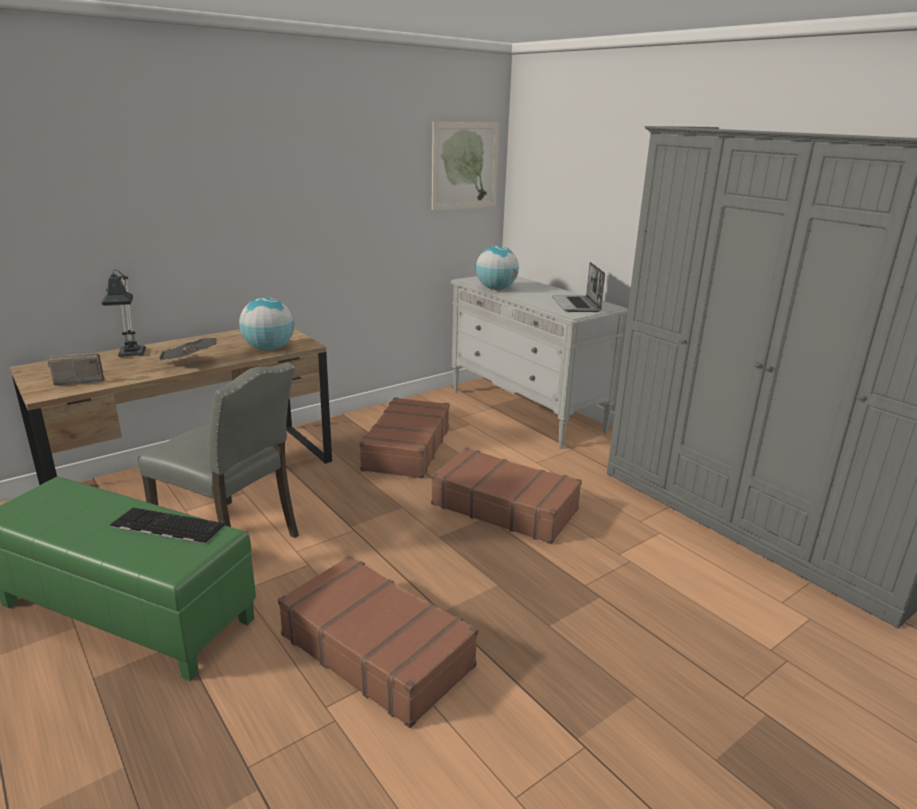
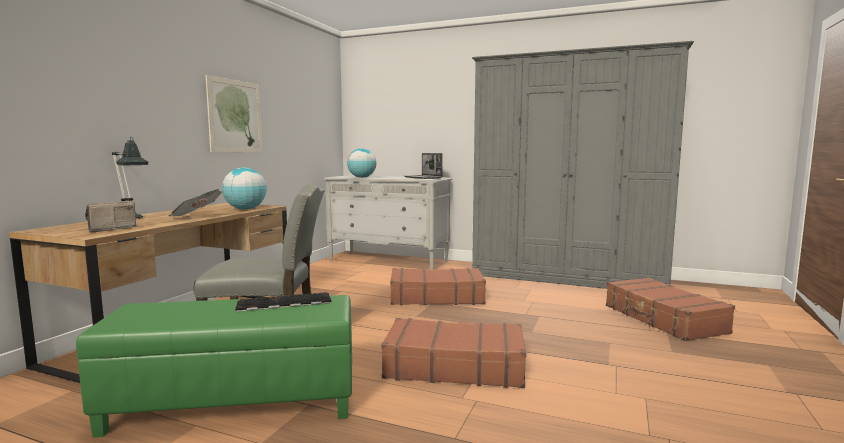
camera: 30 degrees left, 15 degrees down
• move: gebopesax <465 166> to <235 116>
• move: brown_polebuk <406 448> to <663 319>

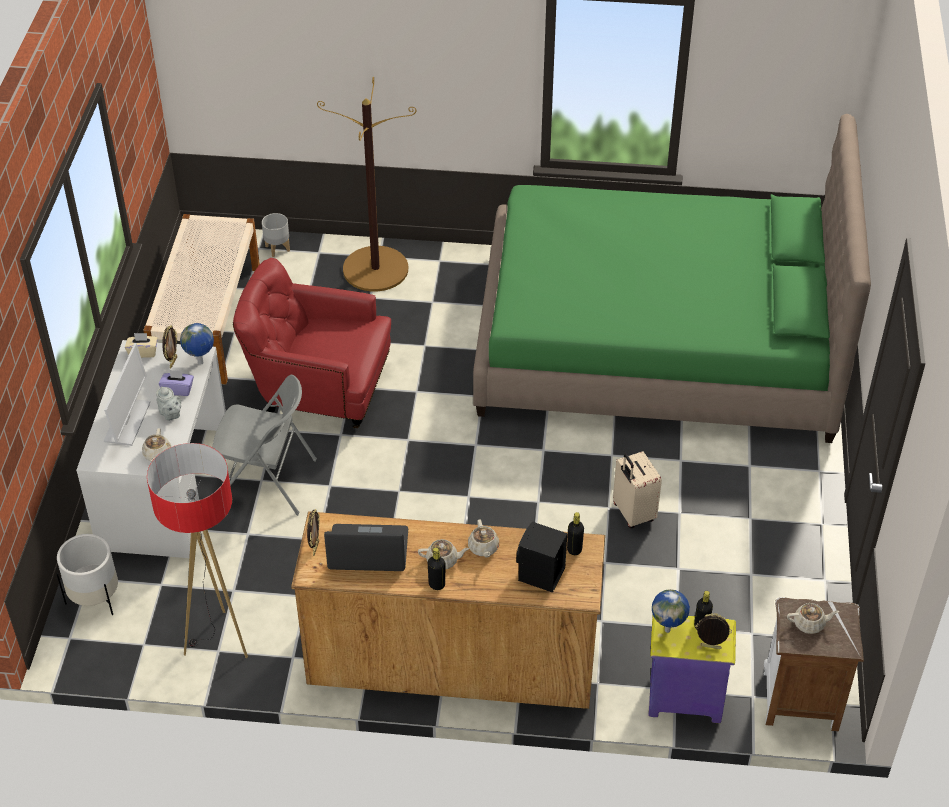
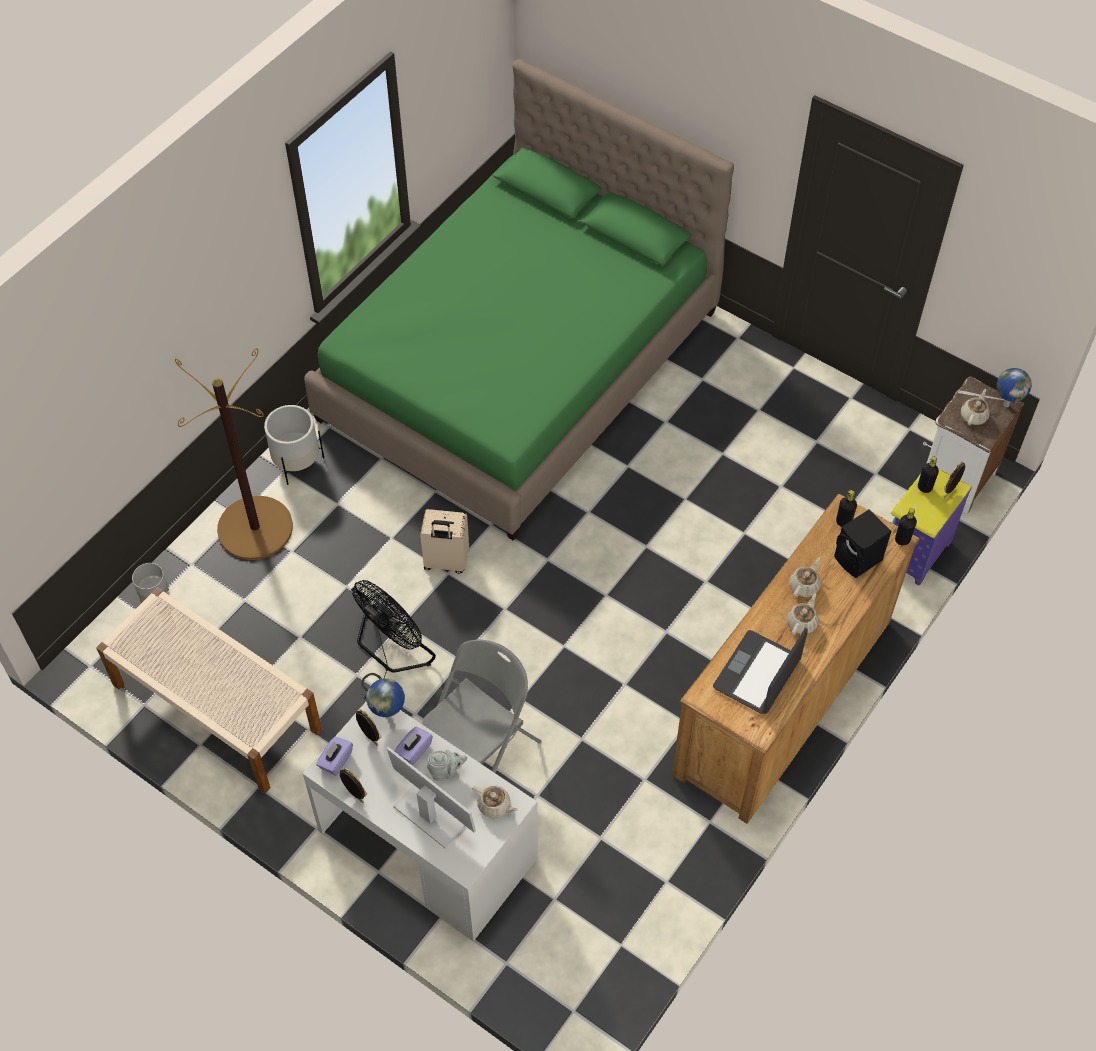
camera: 60 degrees left, 10 degrees up
• move: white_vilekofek <95 597> to <297 463>
• recolor: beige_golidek <143 352> to purple_golidek <335 761>
• move: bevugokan <315 548> to <355 797>
• replace: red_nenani <318 389> to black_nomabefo <386 652>
• move: beige_polebuk <632 513> to <446 562>
• rotate: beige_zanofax <483 548> = <804 585> 75 degrees counterclockwise
• move: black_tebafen <437 584> to <902 540>
• move: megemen <668 629> to <1006 404>
• delete: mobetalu <218 641>

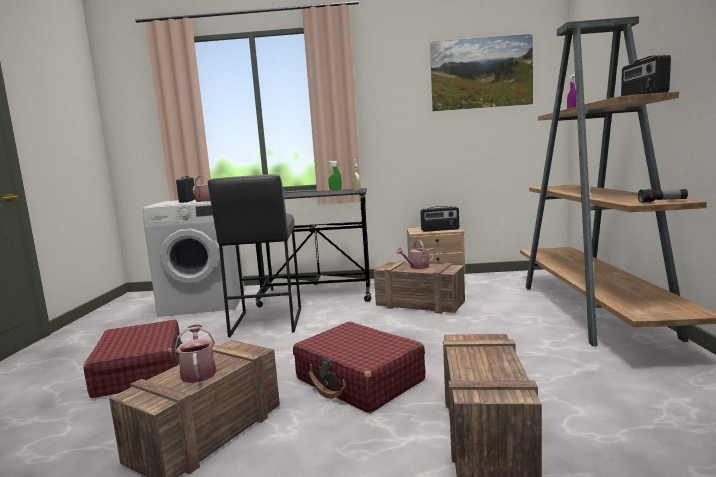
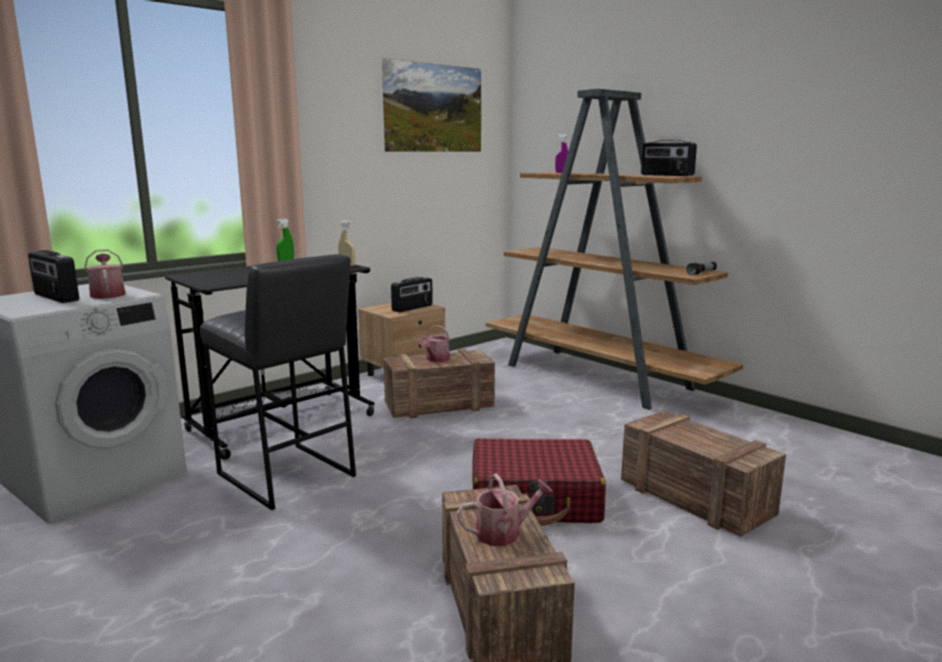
camera: 45 degrees left, 5 degrees up
• rotate: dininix <198 372> = <504 533> 135 degrees clockwise
• delete: red_polebuk <141 371>

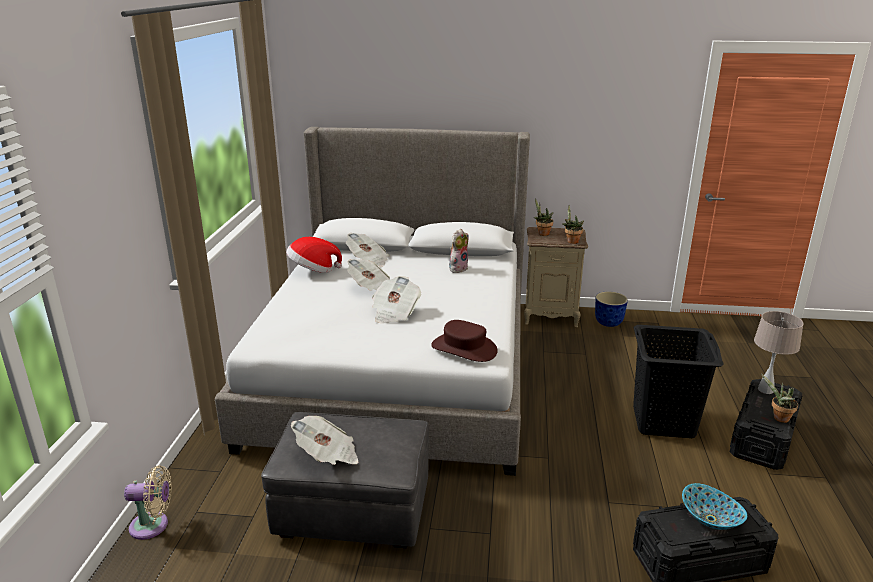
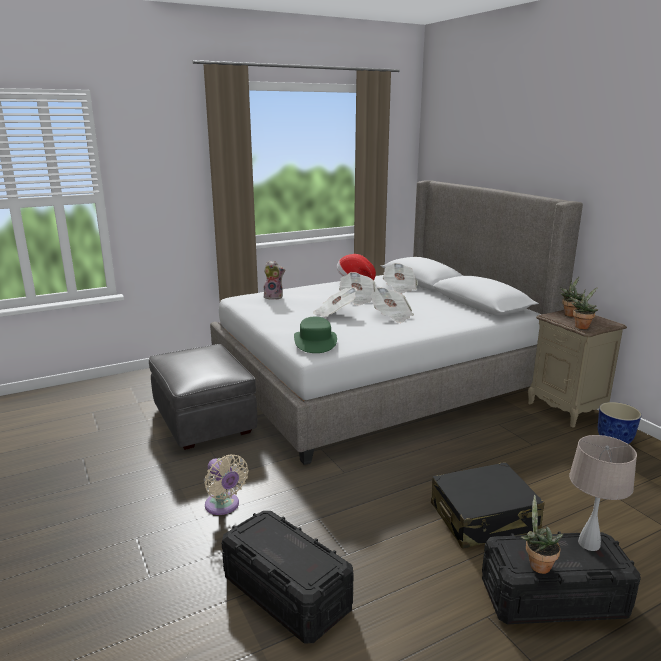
camera: 55 degrees right, 5 degrees down
• move: beige_nomabefo <153 525> to <224 506>
• move: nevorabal <458 268> to <274 297>
• recolor: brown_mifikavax <464 348> to green_mifikavax <315 342>
• move: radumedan <327 455> to <391 316>
• replace: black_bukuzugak <662 421> to black_polebuk <484 518>
• delete: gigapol <710 520>

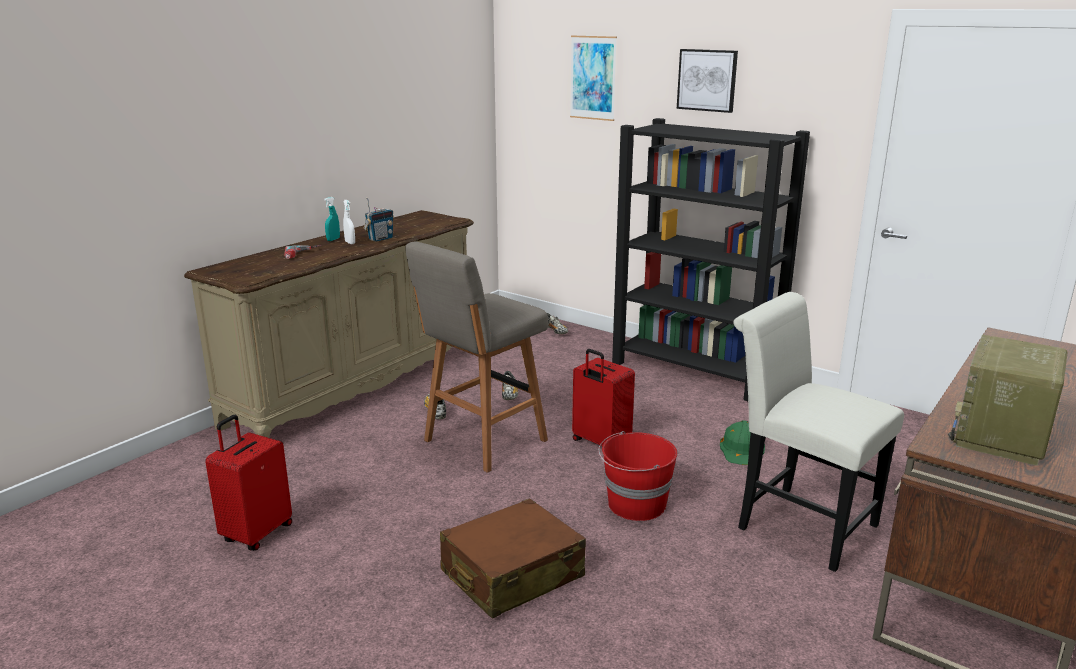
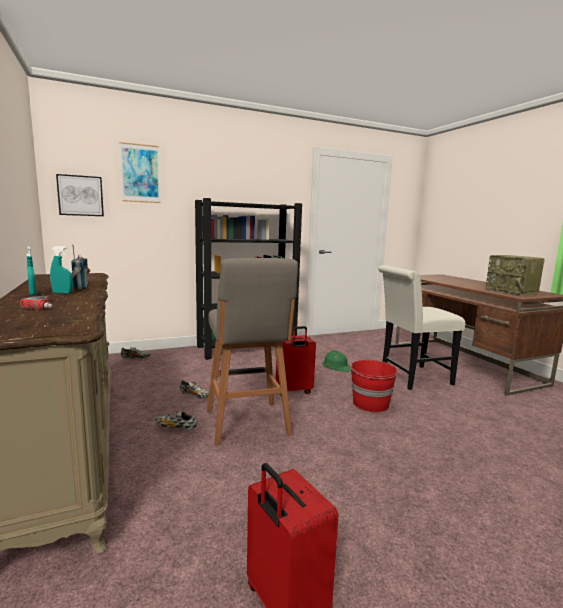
camera: 60 degrees left, 10 degrees down
• recolor: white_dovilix <350 243> to turquoise_dovilix <62 293>
• move: gebopesax <707 80> to <80 195>
• delete: brown_polebuk <511 574>

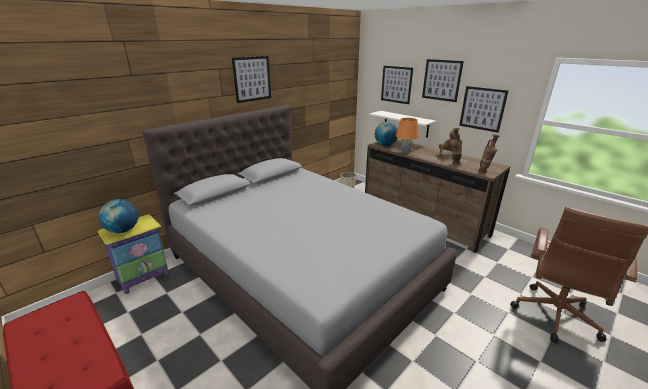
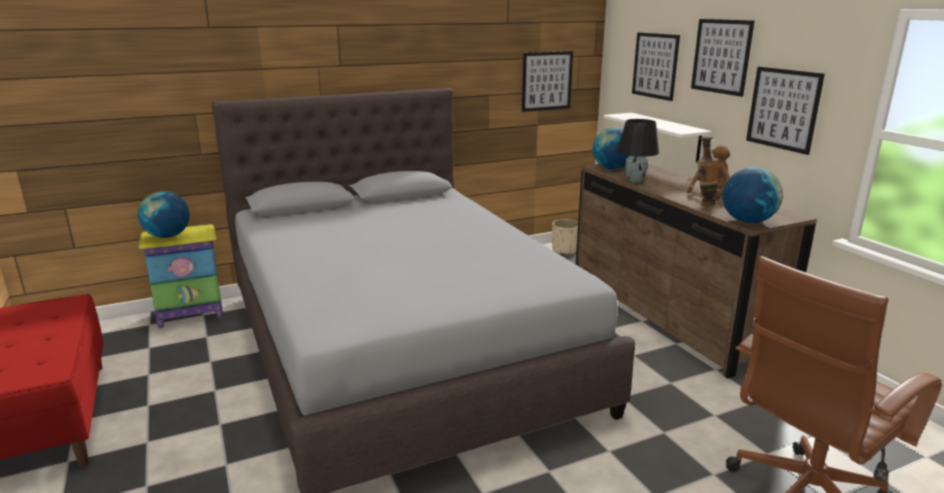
camera: 20 degrees right, 5 degrees down
• move: gebopesax <252 79> to <547 81>
• recolor: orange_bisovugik <405 152> to black_bisovugik <635 181>
• replace: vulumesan <484 172> to megemen <747 221>

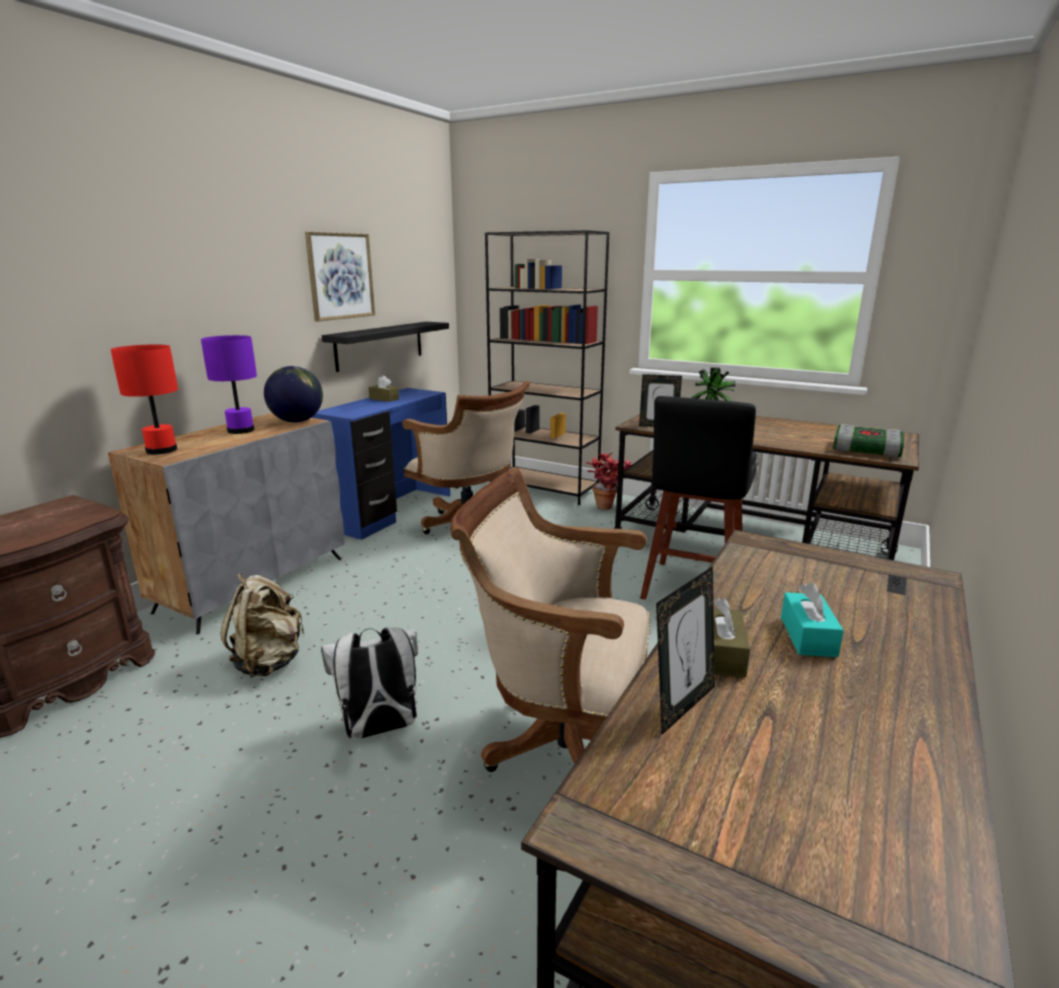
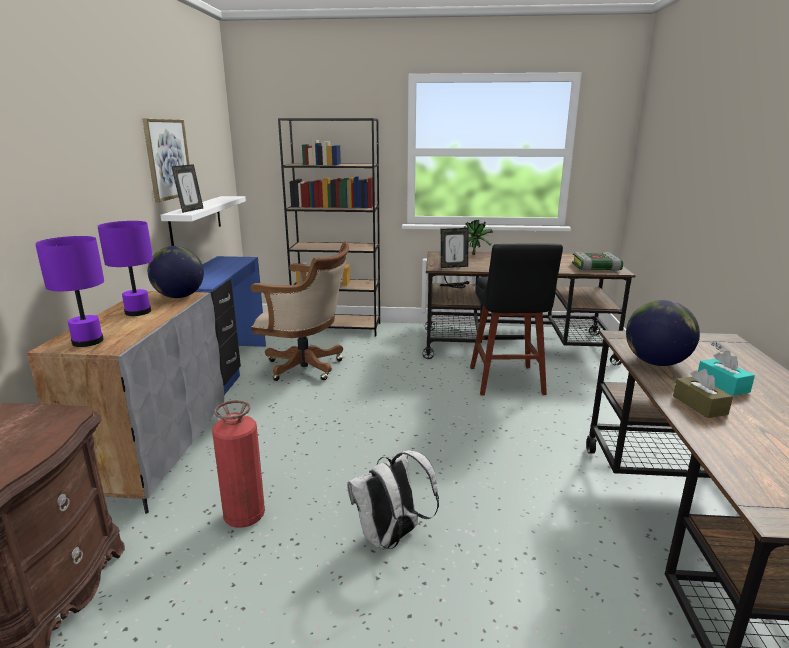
camera: 25 degrees left, 0 degrees up
• recolor: red_bisovugik <161 450> to purple_bisovugik <87 341>
• recolor: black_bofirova <380 345> to white_bofirova <196 220>
• move: bevugokan <682 705> to <191 210>
• replace: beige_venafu <269 662> to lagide <244 516>
• insert: megemen <656 363>
• delete: brown_golidek <384 399>
• delete: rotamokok <557 745>
• delete: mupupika <609 509>

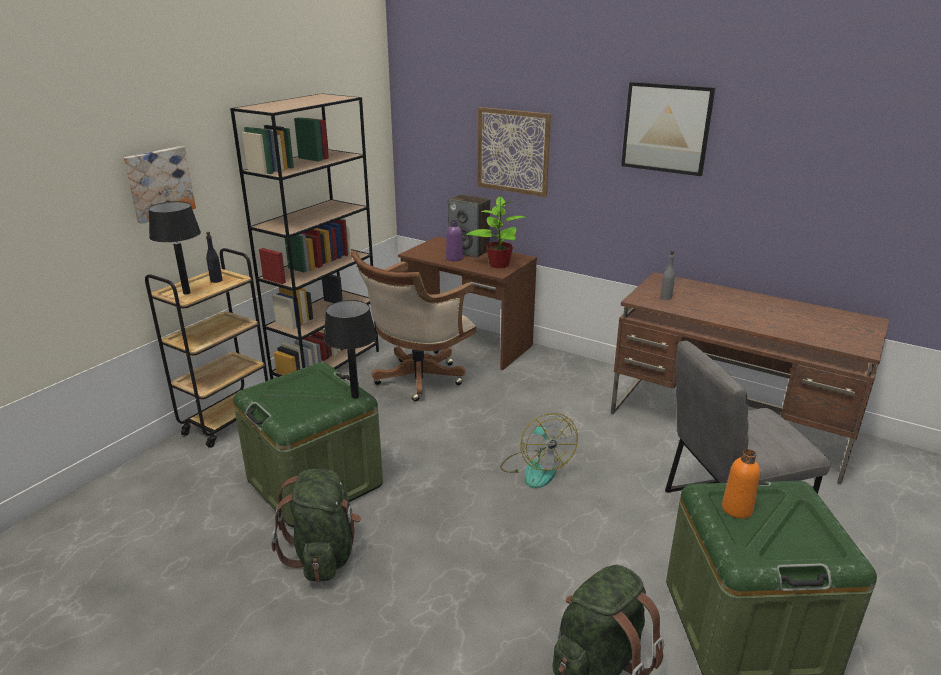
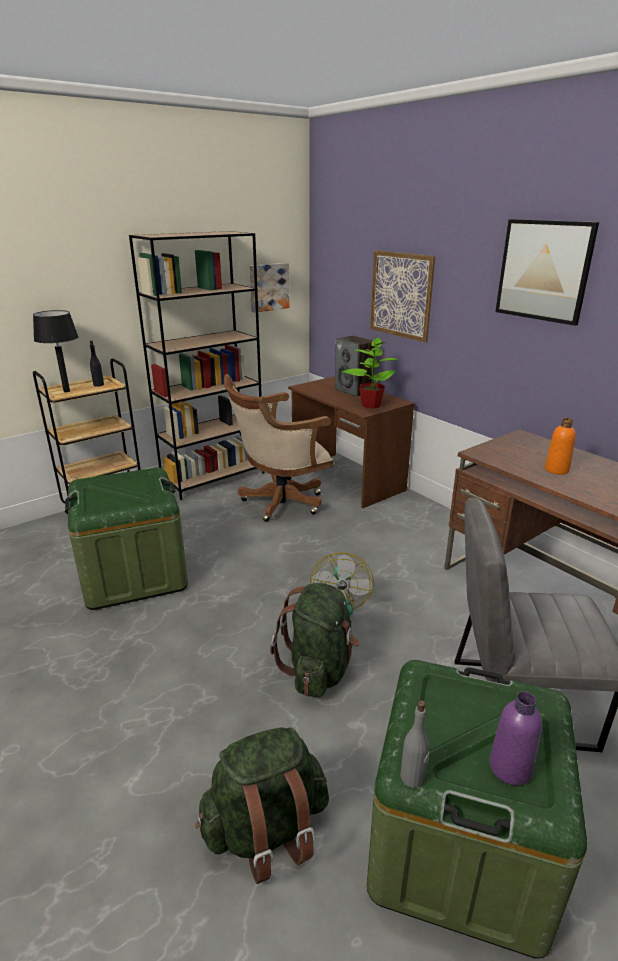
camera: 20 degrees right, 0 degrees up
• move: gebopesax <159 183> to <268 287>
• move: green_venafu <324 555> to <318 669>
• move: grey_tebafen <666 297> to <412 777>
• move: purple_tebafen <454 258> to <510 767>
• move: orange_tebafen <737 509> to <556 470>
• delete: black_bisovugik <355 396>

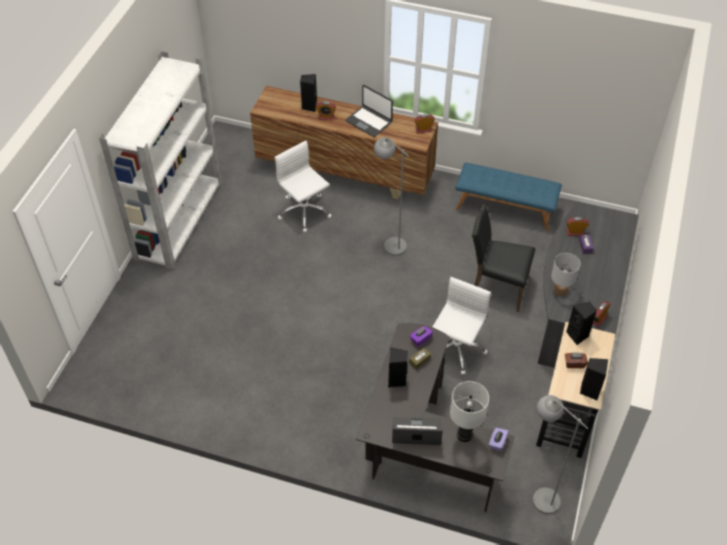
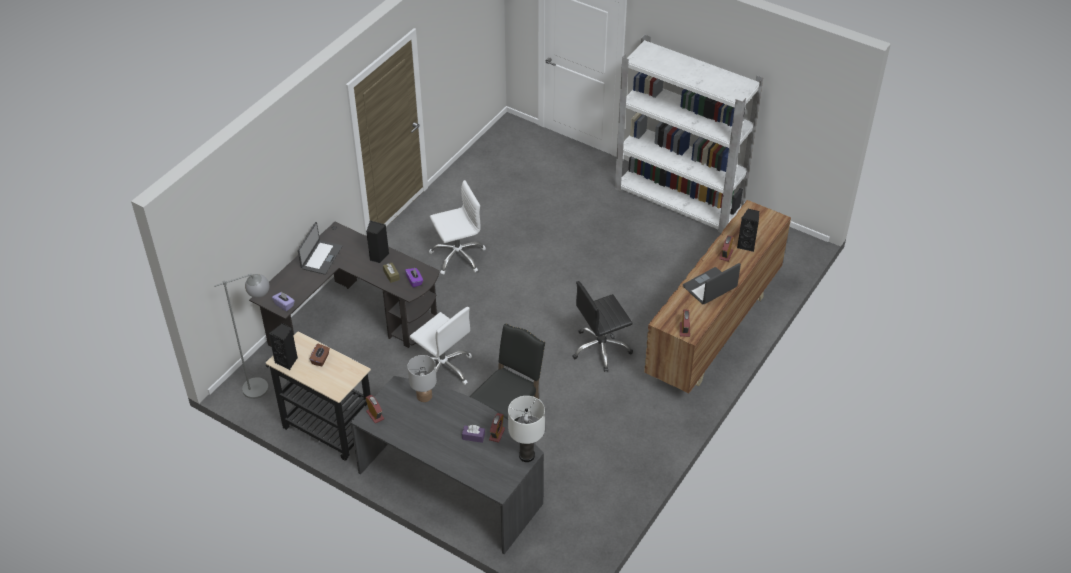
camera: 105 degrees right, 5 degrees down
• move: white_rotamokok <304 212> to <458 256>
• move: white_bisovugik <464 435> to <526 456>
• replace: grey_mobetalu <389 242> to black_rotamokok <601 349>
• delete: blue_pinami <505 208>
• delete: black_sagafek <578 335>

